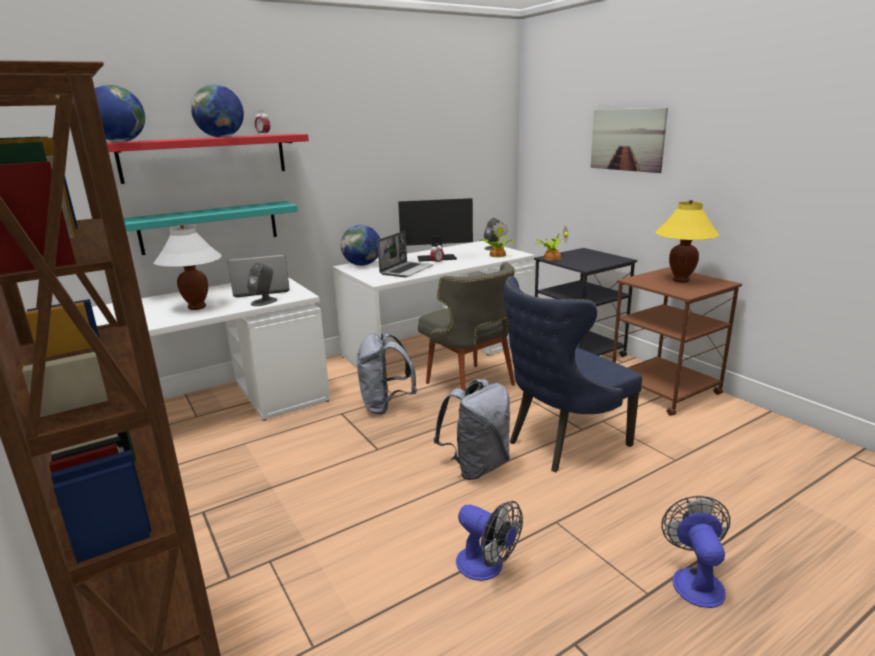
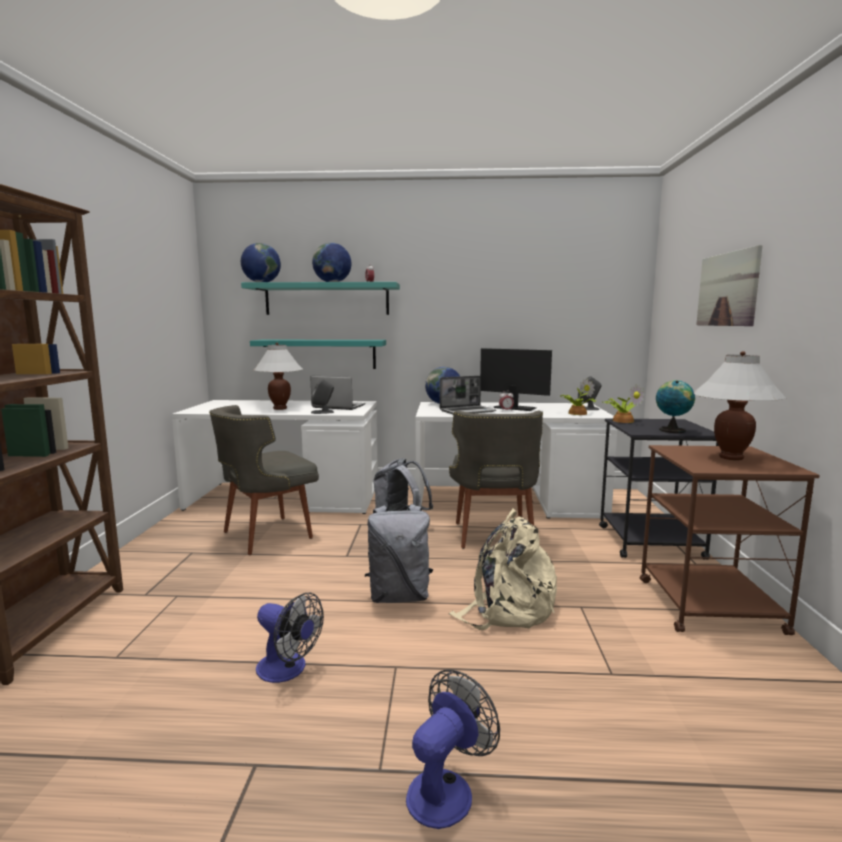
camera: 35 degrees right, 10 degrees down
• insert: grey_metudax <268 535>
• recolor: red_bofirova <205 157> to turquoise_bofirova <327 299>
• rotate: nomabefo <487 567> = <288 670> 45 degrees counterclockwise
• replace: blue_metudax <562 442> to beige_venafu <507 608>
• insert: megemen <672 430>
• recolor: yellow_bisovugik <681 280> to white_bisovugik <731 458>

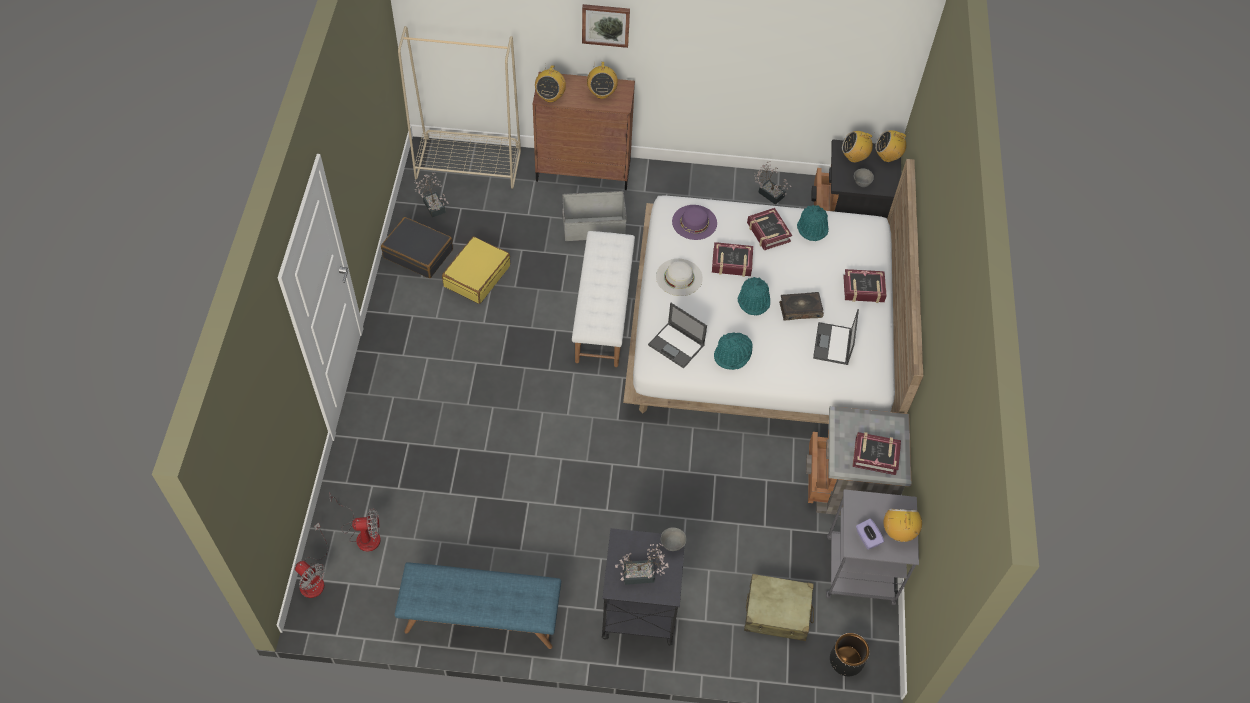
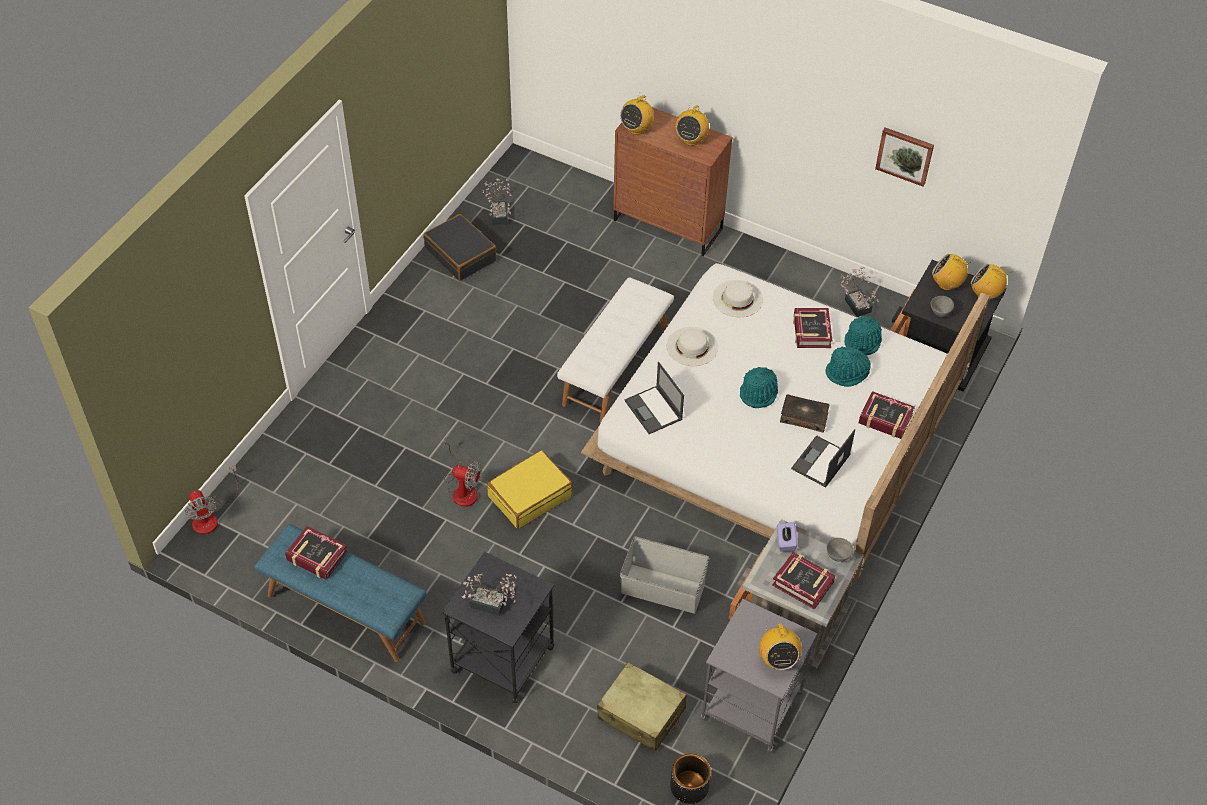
camera: 25 degrees right, 5 degrees down
• move: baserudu <731 263> to <317 556>
• move: nomabefo <362 534> to <462 489>
• move: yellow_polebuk <476 276> to <529 496>
• move: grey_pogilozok <594 229> to <663 589>
• recolor: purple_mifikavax <694 222> to white_mifikavax <737 298>
• rotate: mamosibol <898 532> = <777 659> 150 degrees clockwise
• move: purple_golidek <867 538> to <785 542>
• move: turquoise_mifikavax <732 355> to <847 373>
• move: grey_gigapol <672 544> to <838 556>
• move: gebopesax <605 24> to <905 155>
• delete: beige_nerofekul <468 165>

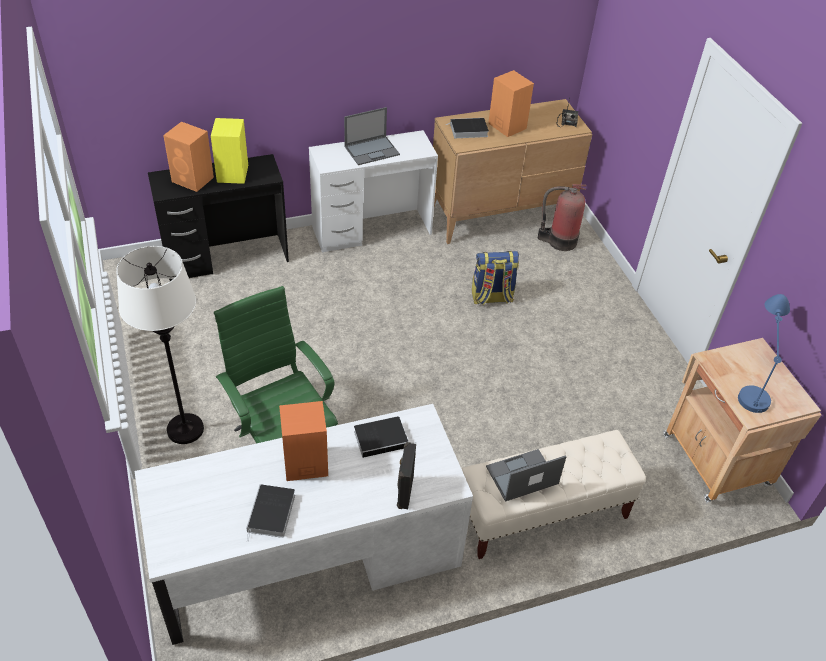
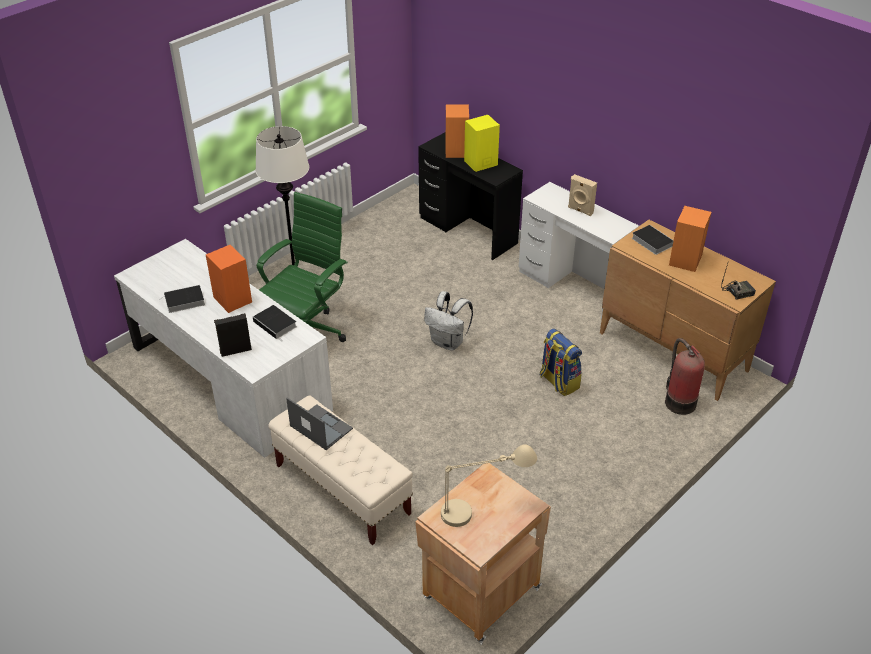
camera: 65 degrees right, 5 degrees down
• insert: white_venafu <448 342>
• recolor: blue_bisovugik <754 380> to beige_bisovugik <483 509>
• replace: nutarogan <372 150> to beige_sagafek <580 210>

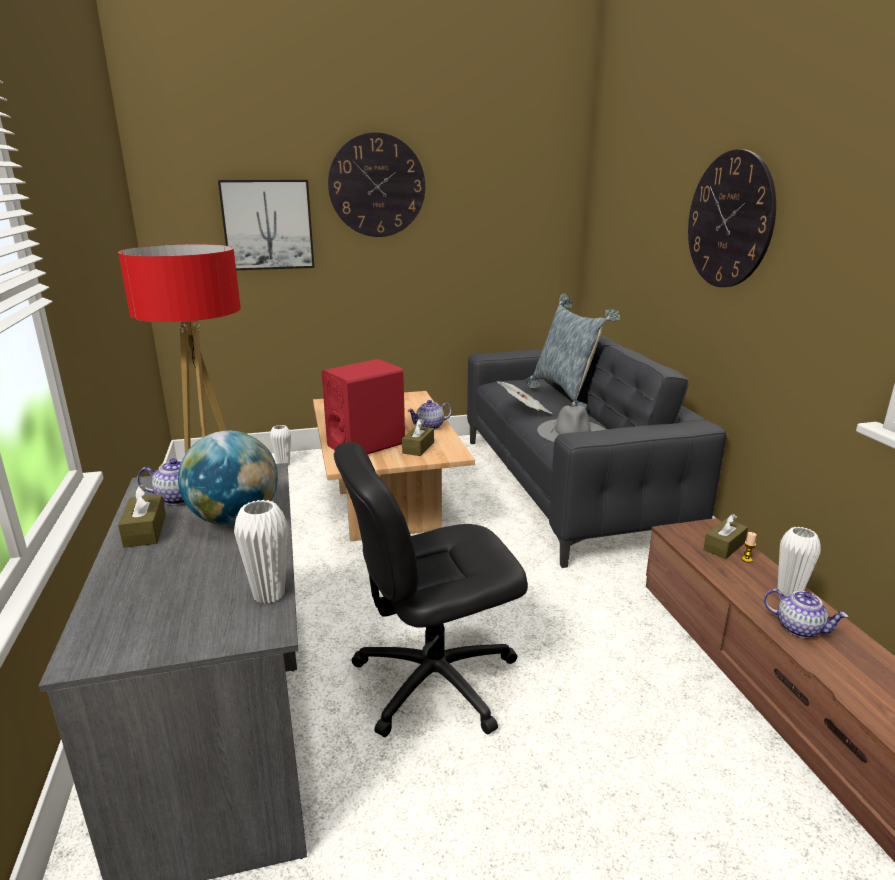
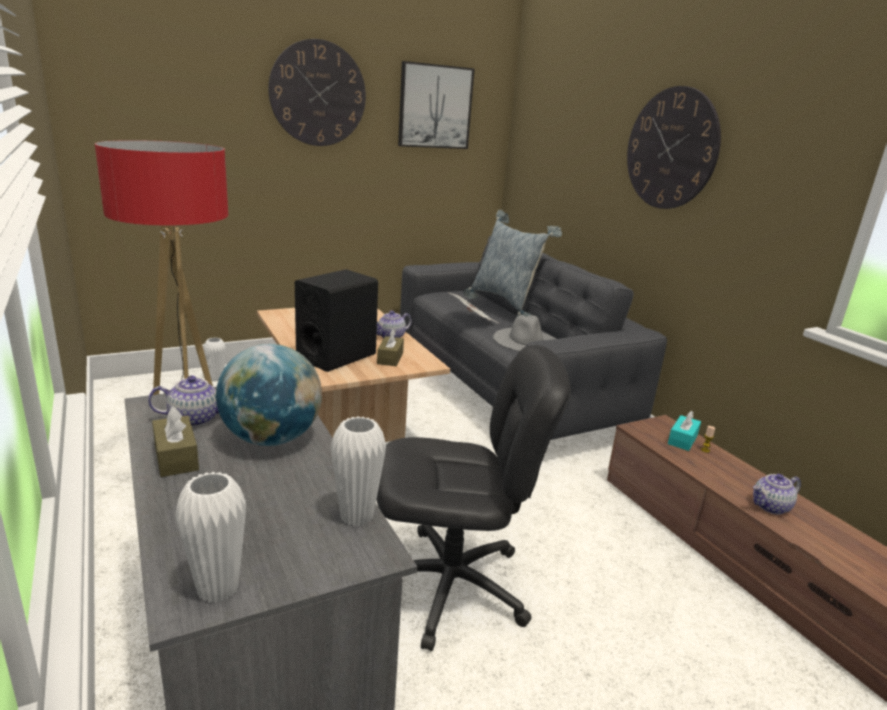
camera: 15 degrees left, 0 degrees up
• move: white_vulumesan <789 593> to <218 589>
• recolor: red_sagafek <366 445> to black_sagafek <336 356>
• rotate: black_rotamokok <434 679> = <450 586> 150 degrees counterclockwise
• move: gebopesax <268 225> to <435 107>
• recolor: brown_golidek <724 546> to turquoise_golidek <682 440>
• rotate: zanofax <799 628> = <771 507> 135 degrees clockwise

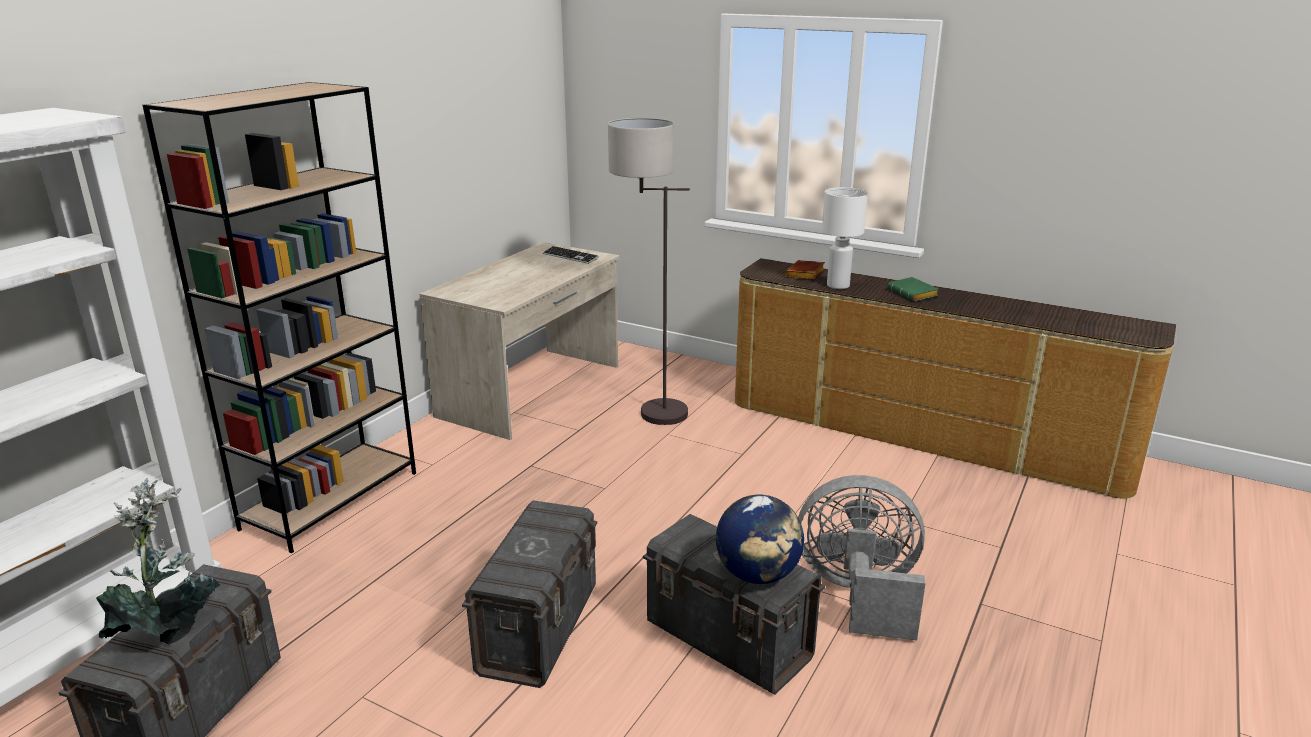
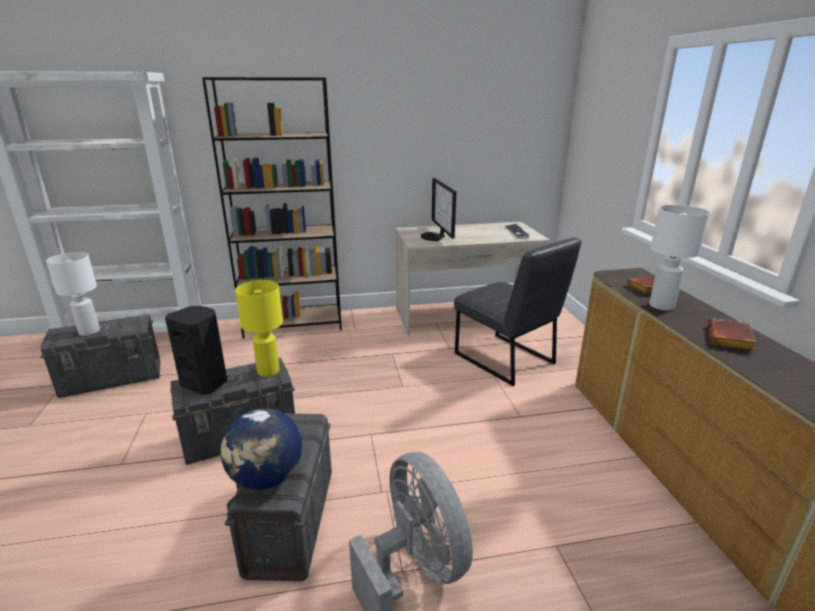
camera: 50 degrees right, 0 degrees up
• replace: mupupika <169 632> to white_bisovugik <90 332>
• insert: black_sagafek <206 383>
• insert: yellow_bisovugik <268 372>
• insert: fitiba <435 236>
• replace: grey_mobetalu <649 414> to grey_metudax <506 359>
• recolor: green_baserudu <914 294> to brown_baserudu <731 339>

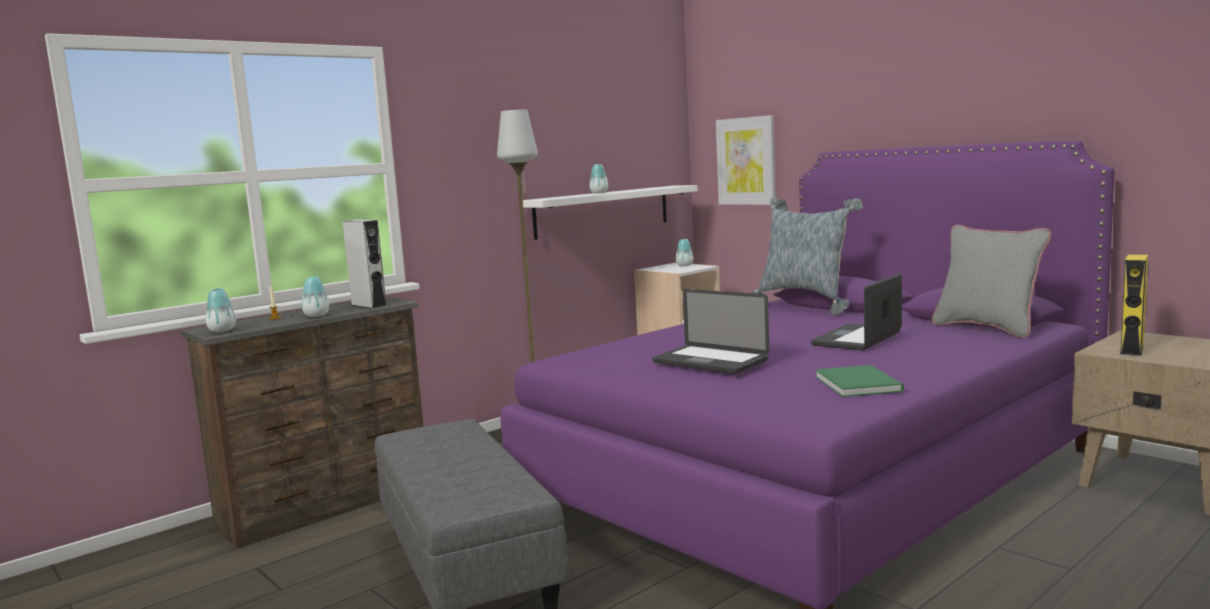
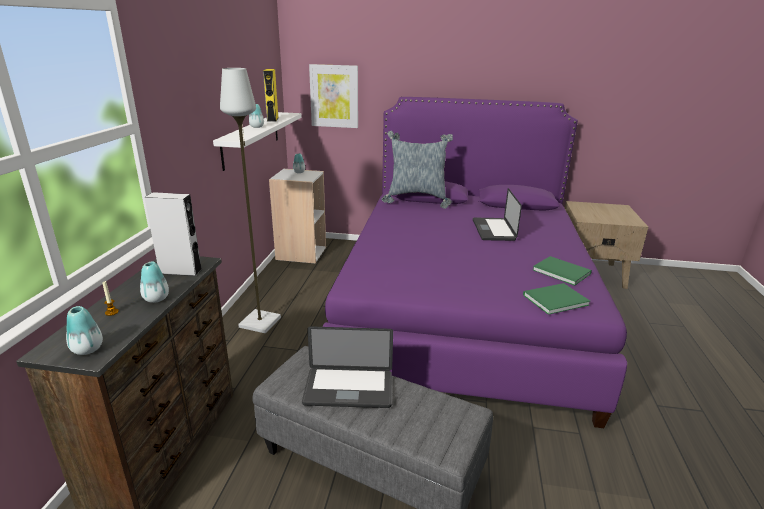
camera: 40 degrees left, 15 degrees up
• move: yellow_sagafek <1132 350> to <272 119>
• move: nutarogan <710 361> to <348 389>
• insert: green_baserudu <553 299>
• delete: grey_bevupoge <987 328>

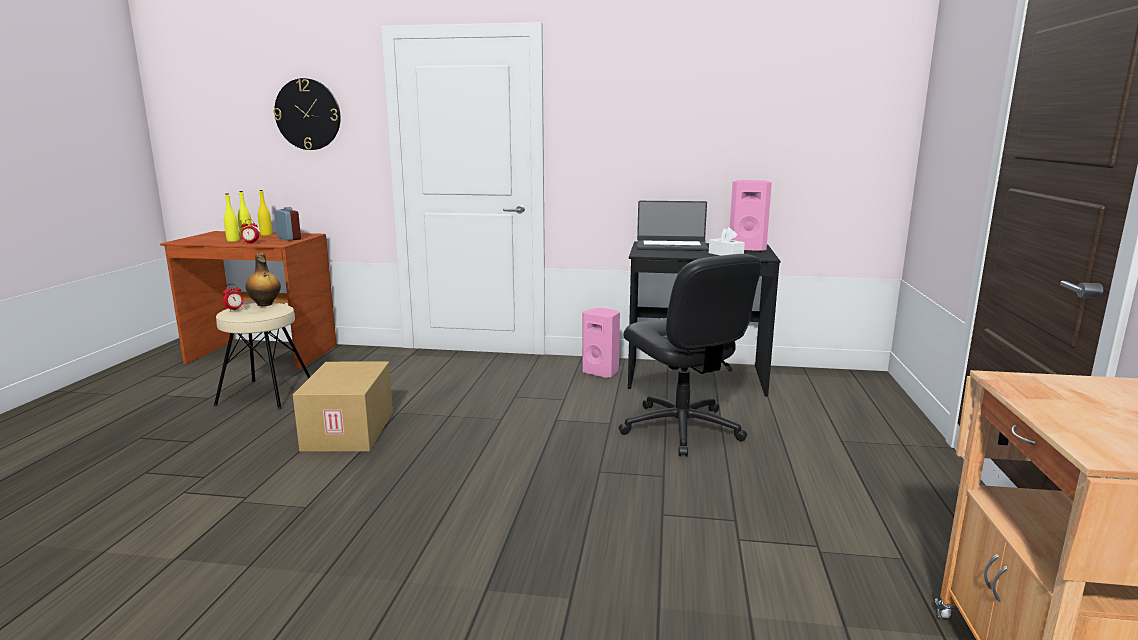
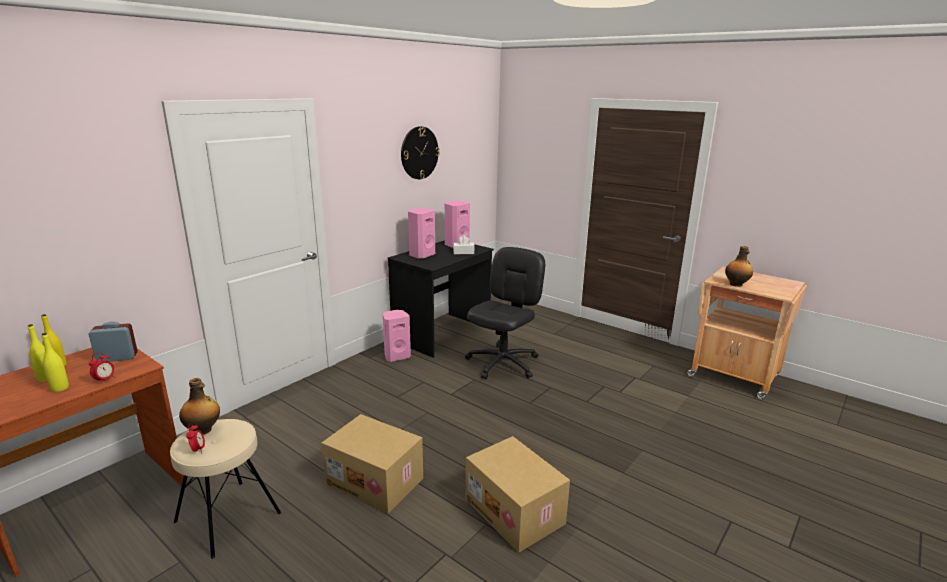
camera: 60 degrees left, 5 degrees up
• move: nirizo <308 114> to <419 153>
• replace: nutarogan <671 246> to pink_sagafek <421 255>
• rotate: black_rotamokok <681 428> = <503 363> 60 degrees counterclockwise
• insert: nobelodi <516 511>
• insert: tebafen <736 284>

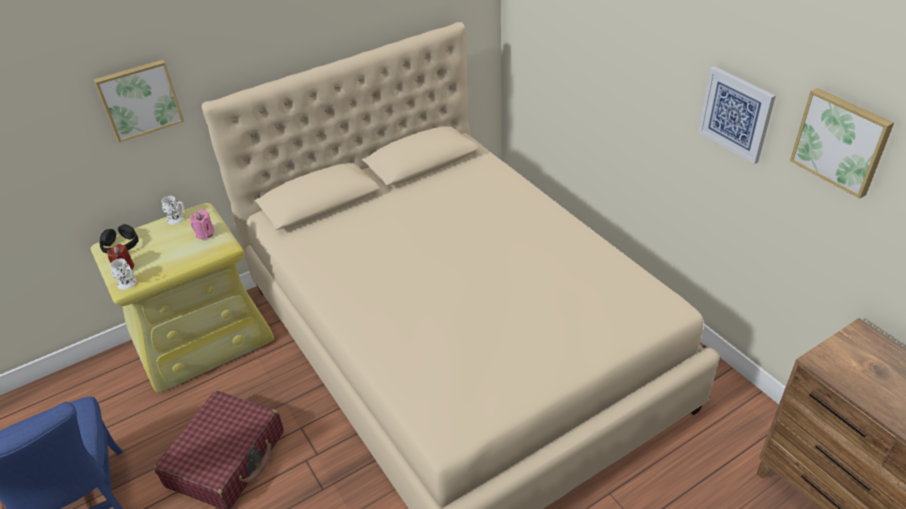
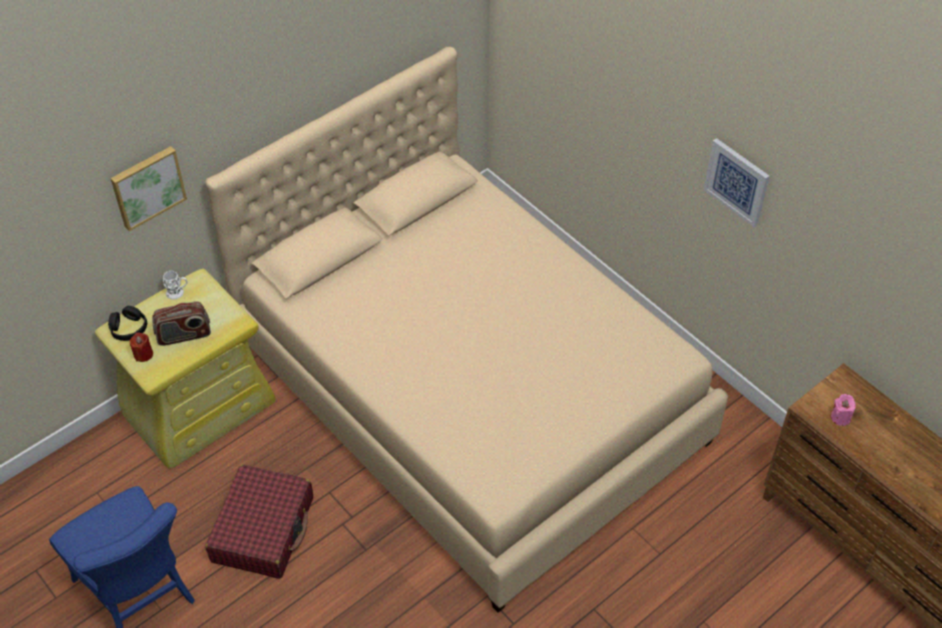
camera: 10 degrees left, 10 degrees up
• insert: mamosibol <184 335>
• move: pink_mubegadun <205 233> to <840 417>
• delete: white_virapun <129 284>
• delete: gebopesax <841 141>

